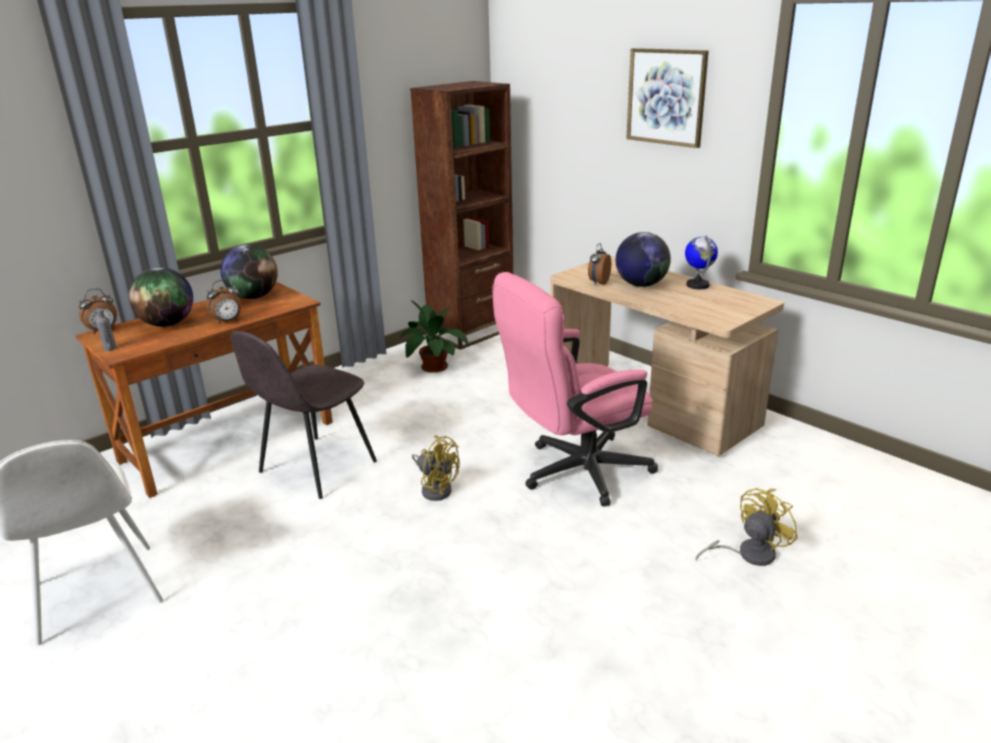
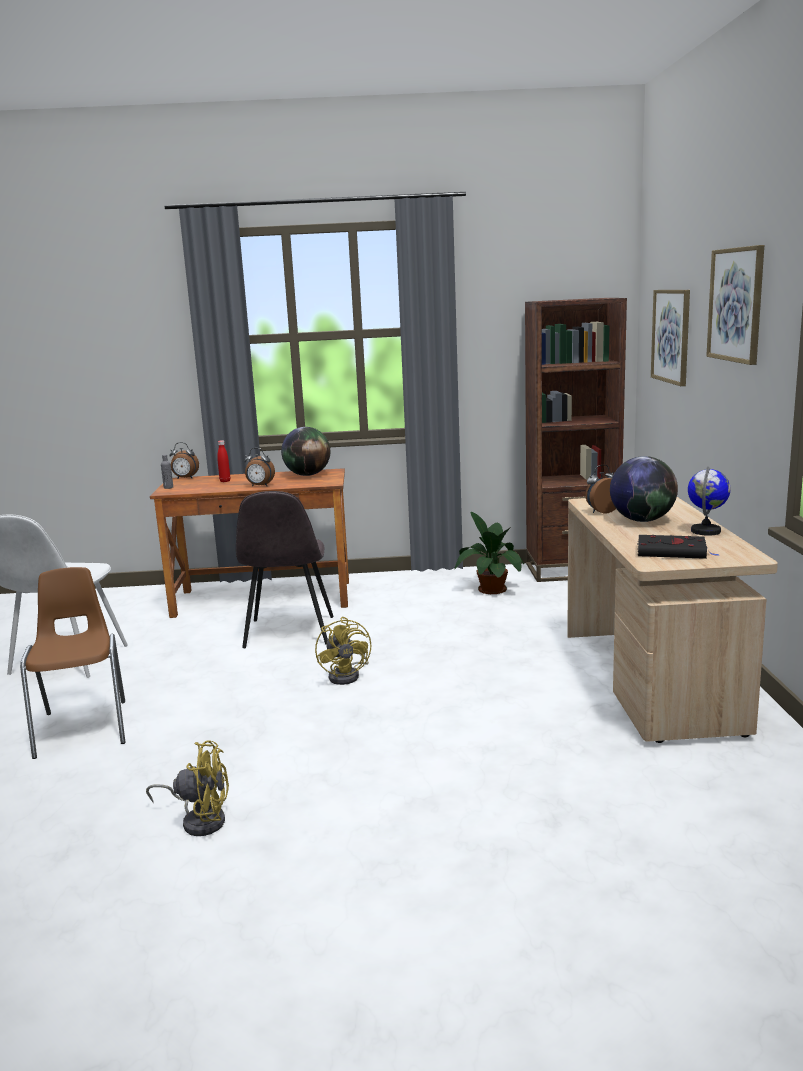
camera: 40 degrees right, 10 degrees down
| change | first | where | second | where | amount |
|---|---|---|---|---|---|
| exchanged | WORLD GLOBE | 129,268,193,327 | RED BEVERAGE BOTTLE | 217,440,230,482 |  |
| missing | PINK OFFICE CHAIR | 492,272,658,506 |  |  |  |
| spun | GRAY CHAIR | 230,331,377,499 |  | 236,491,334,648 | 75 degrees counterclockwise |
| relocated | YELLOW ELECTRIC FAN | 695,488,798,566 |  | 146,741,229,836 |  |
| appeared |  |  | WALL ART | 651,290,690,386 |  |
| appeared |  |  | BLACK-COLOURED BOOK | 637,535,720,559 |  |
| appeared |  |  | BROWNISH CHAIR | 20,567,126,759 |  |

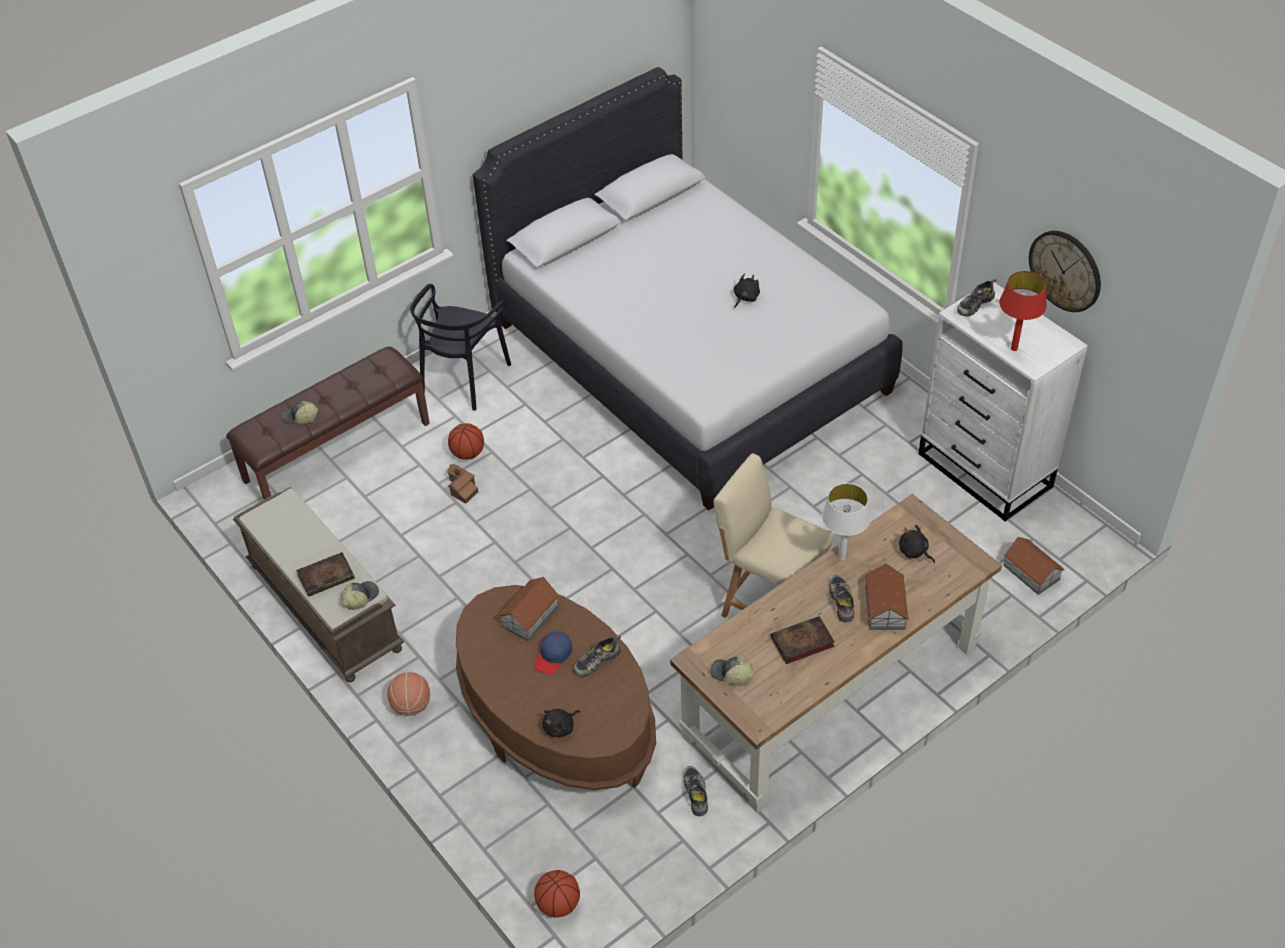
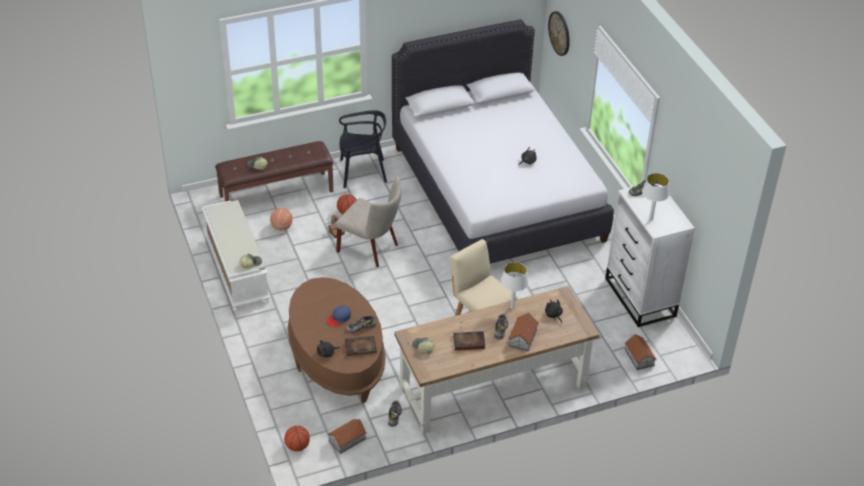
camera: 15 degrees right, 5 degrees down
| change | first | where | second | where | amount |
|---|---|---|---|---|---|
| relocated | WALL CLOCK | 1029,231,1101,312 |  | 548,11,570,56 |  |
| colour | RED TABLE LAMP | 999,271,1047,351 | WHITISH TABLE LAMP | 642,173,669,221 |  |
| spun | BLACK-COLOURED CHAIR | 410,284,511,411 |  | 339,110,387,188 | 135 degrees counterclockwise |
| colour | BROWNISH LONG SEAT | 233,487,404,682 | WHITISH LONG SEAT | 202,200,271,311 |  |
| relocated | BOOK | 296,552,355,597 |  | 345,336,377,356 |  |
| relocated | MODEL HOUSE | 497,577,560,641 |  | 327,419,367,454 |  |
| relocated | BASKETBALL | 388,672,430,716 |  | 270,208,293,230 |  |
| appeared |  |  | SAND-COLOURED CHAIR | 335,176,401,267 |  |

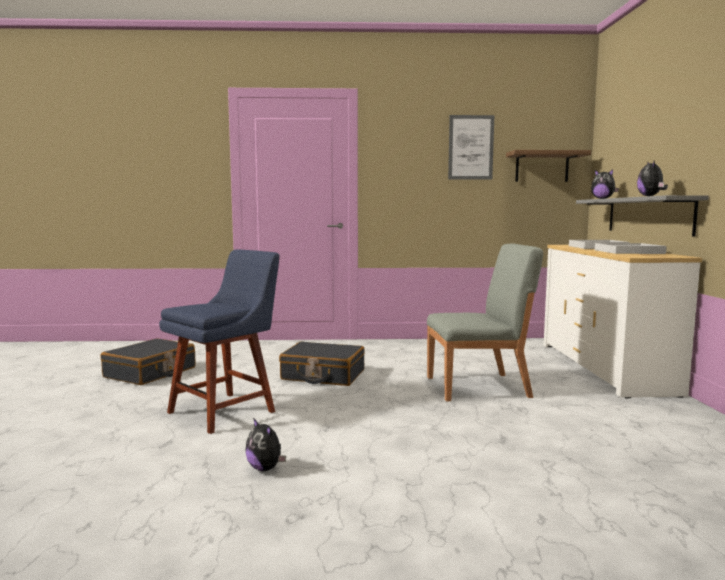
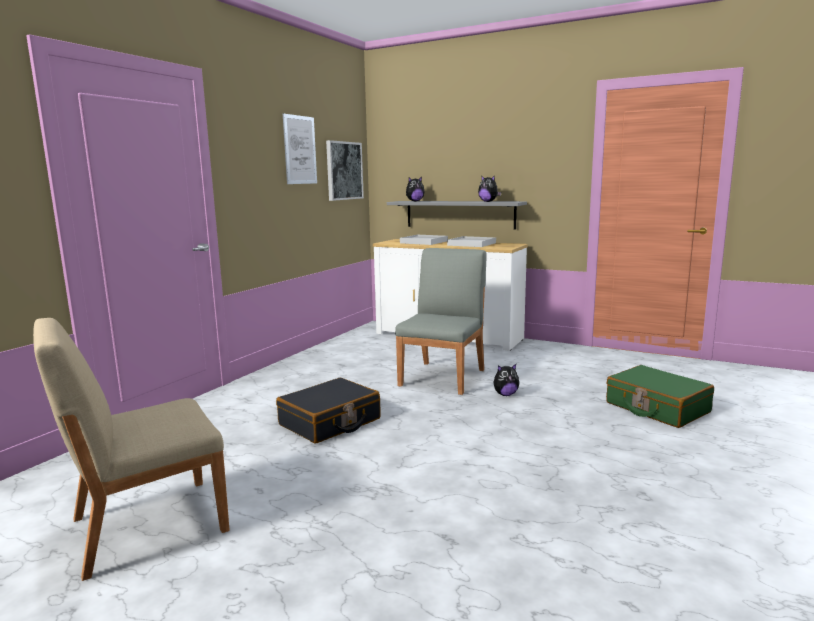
camera: 60 degrees left, 5 degrees up
| change | first | where | second | where | amount |
|---|---|---|---|---|---|
| exchanged | WALL SHELF | 506,150,591,182 | WALL ART | 326,140,364,201 |  |
| missing | BLUISH CHAIR | 159,249,280,434 |  |  |  |
| exchanged | BLACK-COLOURED TRAVEL CASE | 101,338,196,385 | SAND-COLOURED CHAIR | 33,318,229,581 |  |
| relocated | CUDDLY TOY | 246,418,286,471 |  | 493,364,519,396 |  |
| appeared |  |  | GREEN TRAVEL CASE | 606,365,714,428 |  |

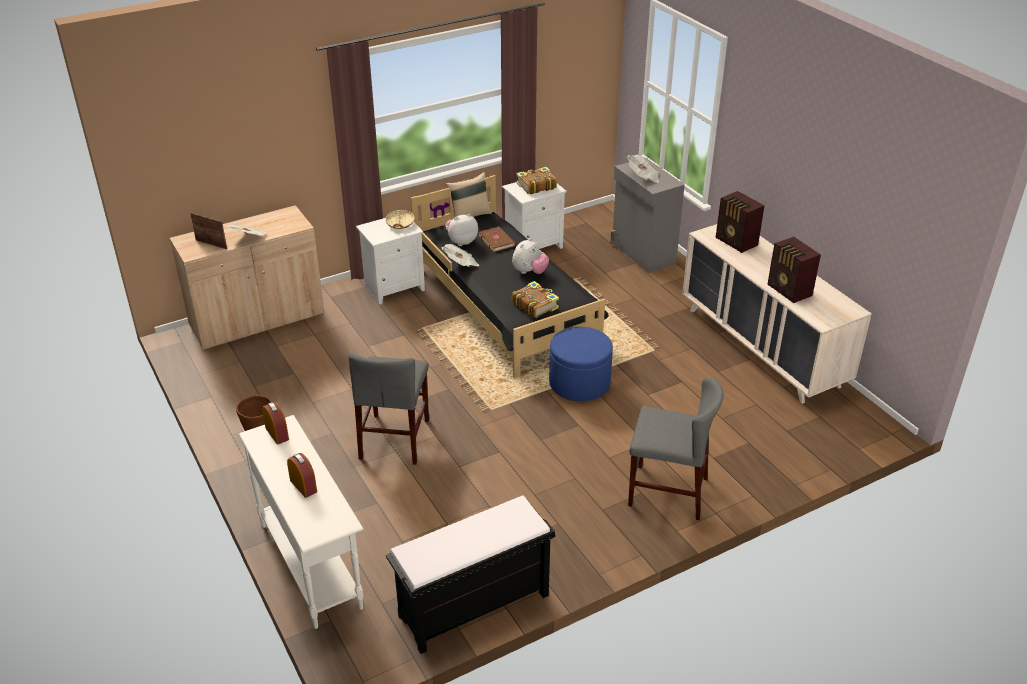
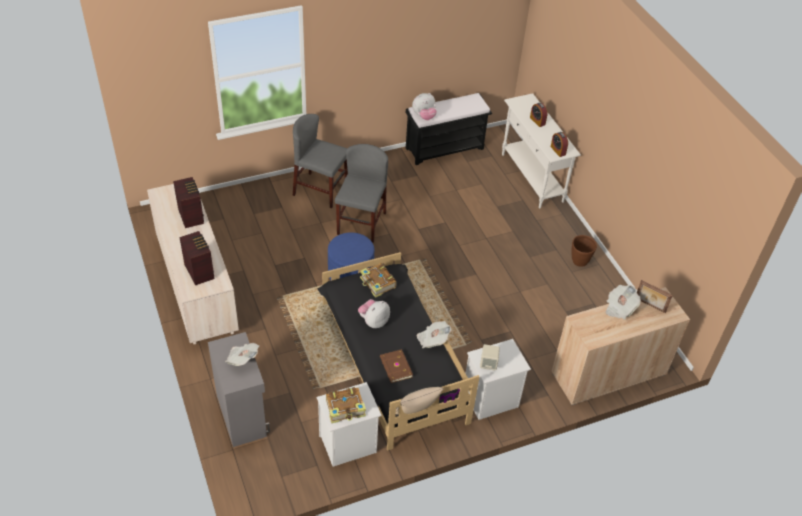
camera: 175 degrees left, 10 degrees up
| change | first | where | second | where | amount |
|---|---|---|---|---|---|
| exchanged | SAND-COLOURED DEEP DISH | 386,210,415,229 | SAND-COLOURED LOUDSPEAKER | 480,344,500,370 |  |
| relocated | CUDDLY TOY | 445,214,478,246 |  | 412,93,437,120 |  |
| relocated | GRAY CHAIR | 348,352,429,465 |  | 335,144,388,243 |  |

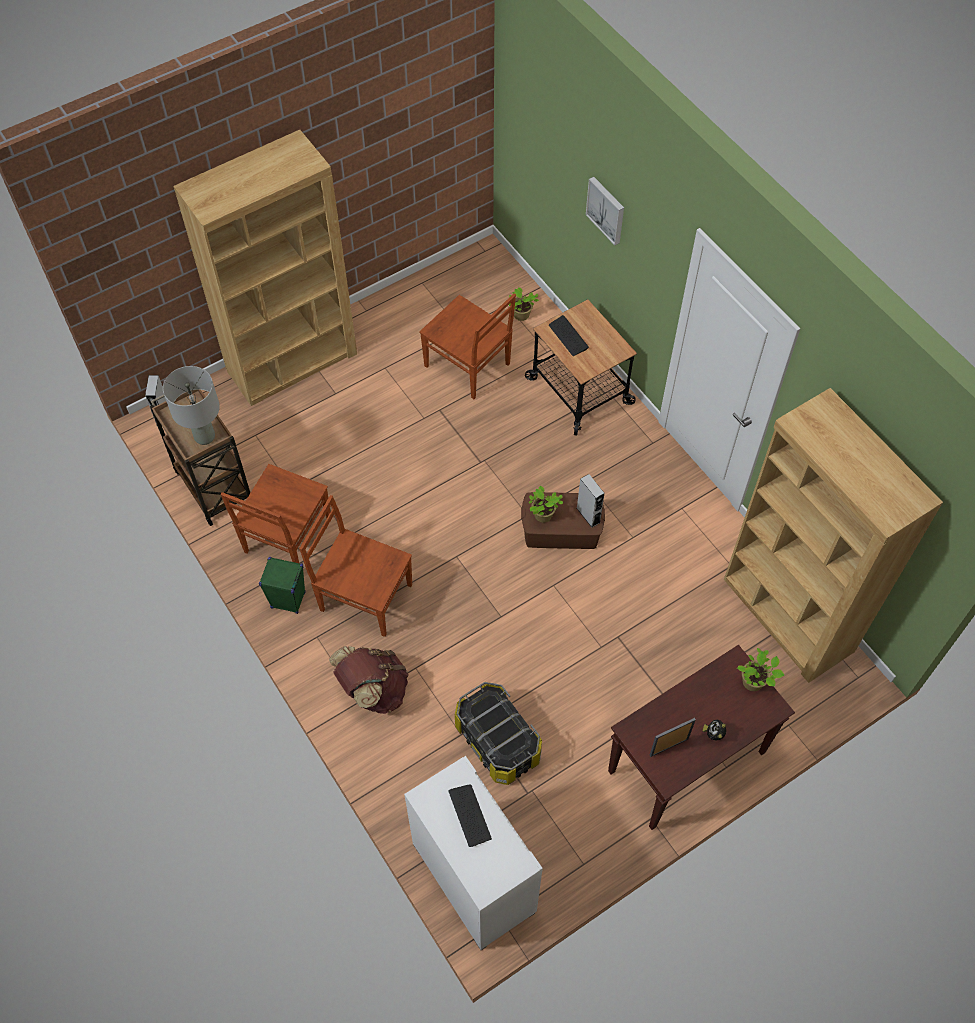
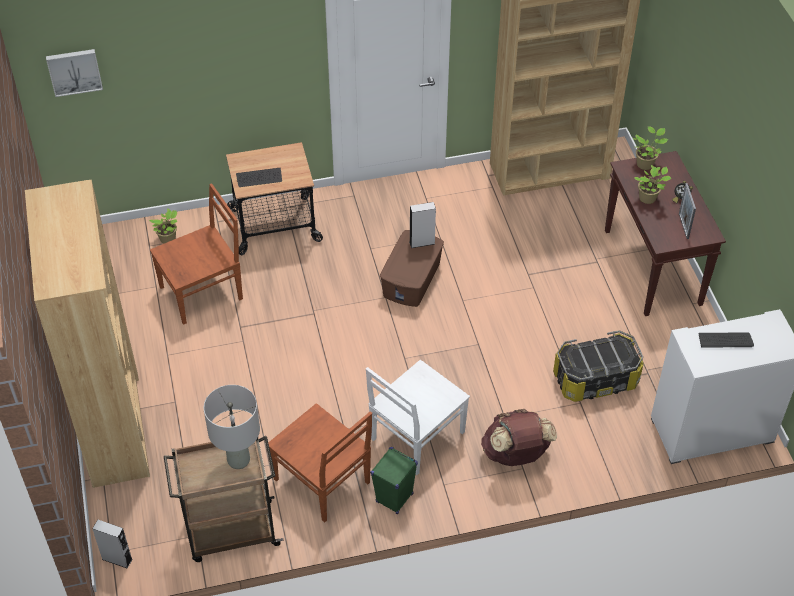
camera: 70 degrees left, 10 degrees down
| change | first | where | second | where | amount |
|---|---|---|---|---|---|
| relocated | WALL ART | 586,177,624,245 |  | 46,49,103,97 |  |
| relocated | PLANT IN A POT | 529,486,563,522 |  | 634,165,671,204 |  |
| colour | BROWNISH CHAIR | 299,495,412,637 | WHITISH CHAIR | 366,360,470,475 |  |

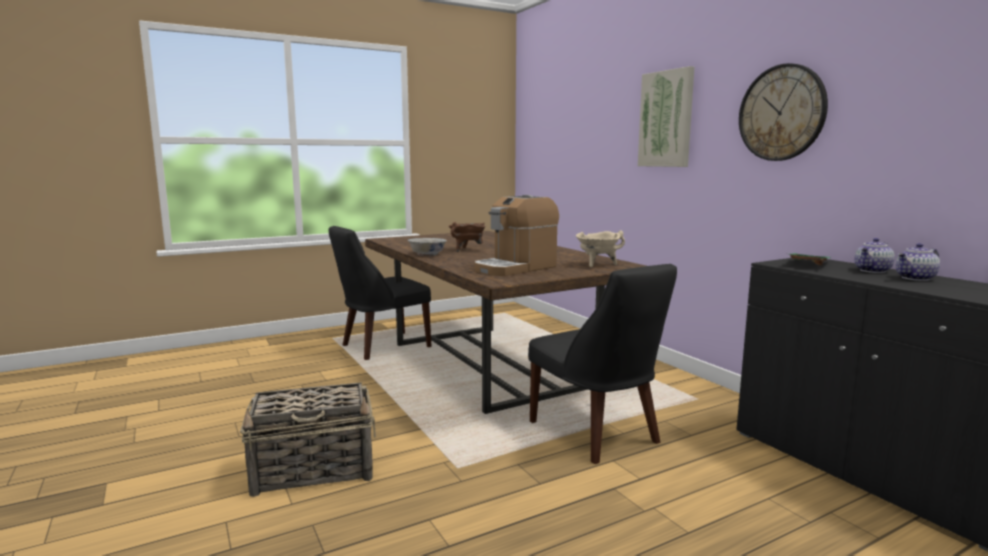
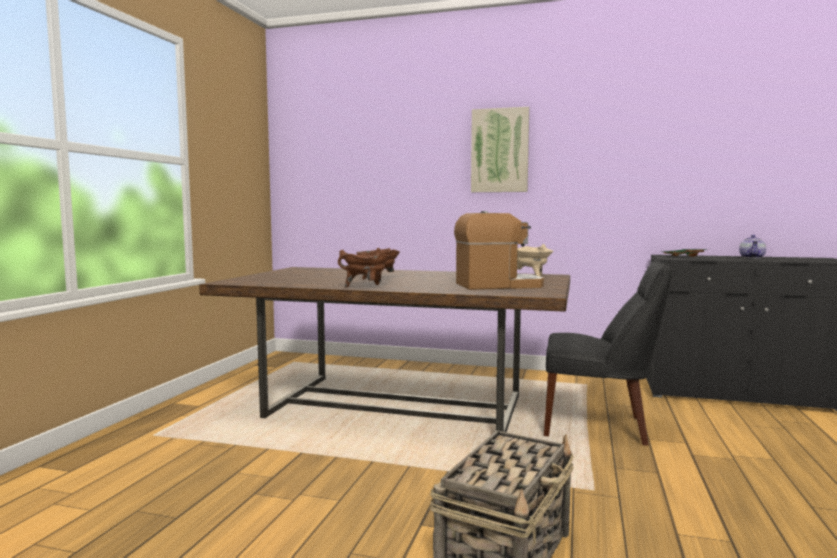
camera: 45 degrees left, 5 degrees down
| change | first | where | second | where | amount |
|---|---|---|---|---|---|
| missing | WALL CLOCK | 739,63,828,161 |  |  |  |
| spun | COFFEE MAKER | 475,195,559,276 |  | 454,211,544,290 | 105 degrees counterclockwise |
| missing | BLACK-COLOURED CHAIR | 329,226,432,360 |  |  |  |
| exchanged | WHITISH DEEP DISH | 408,238,447,256 | BROWNISH SAUCEPOT | 338,250,390,287 |  |
| missing | TEAPOT | 854,238,895,273 |  |  |  |

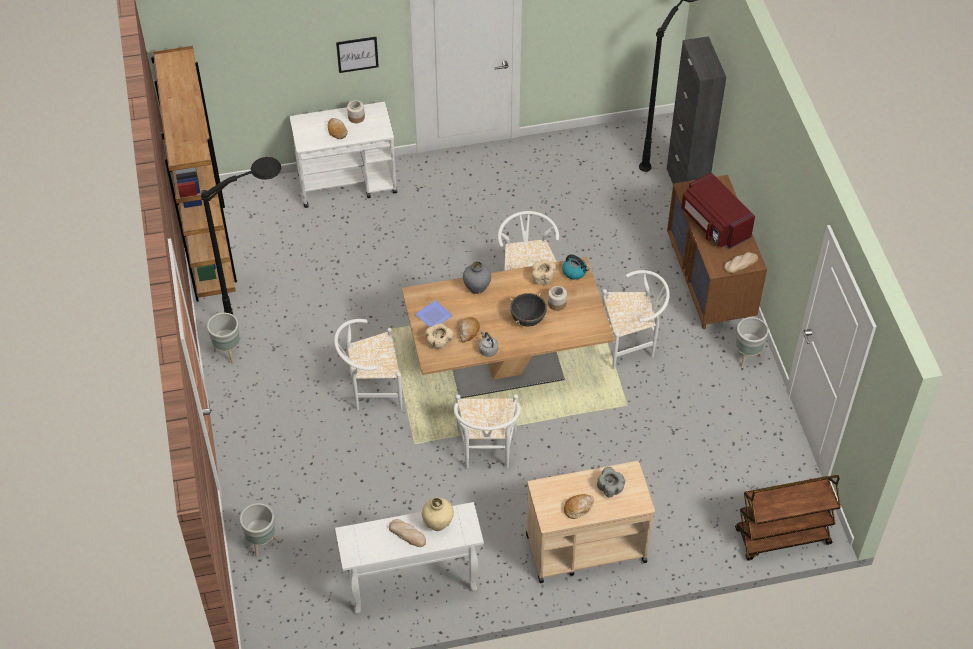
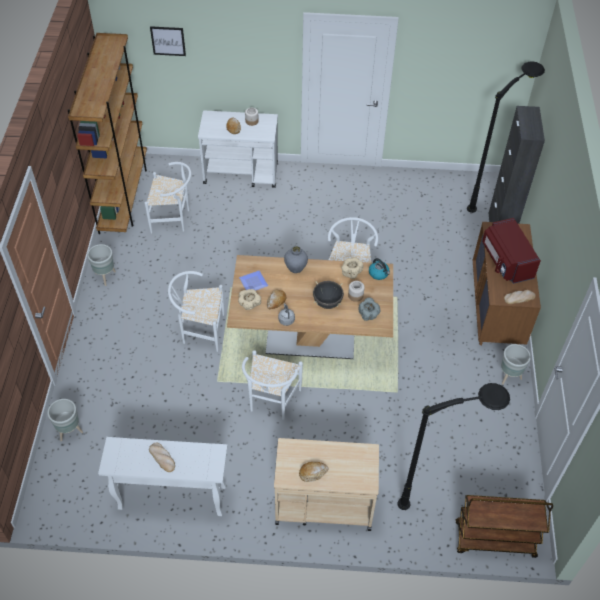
camera: 15 degrees right, 0 degrees up
| change | first | where | second | where | amount |
|---|---|---|---|---|---|
| relocated | WALL ART | 336,37,379,73 |  | 150,26,186,56 |  |
| relocated | BLACK-COLOURED STANDARD LAMP | 201,157,281,315 |  | 397,383,510,510 |  |
| relocated | WHITISH CHAIR | 602,270,670,370 |  | 145,162,191,233 |  |
| relocated | GRAY DEEP DISH | 597,467,625,497 |  | 358,298,380,321 |  |
| missing | SAND-COLOURED FLOWER VASE | 422,497,454,531 |  |  |  |

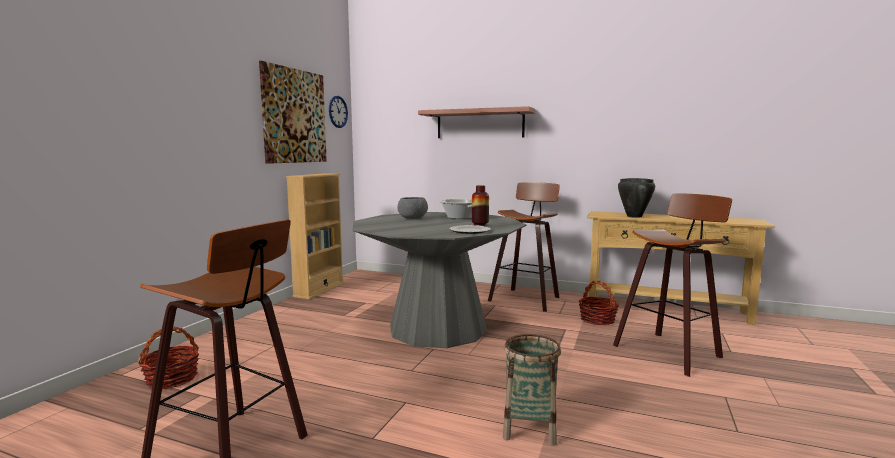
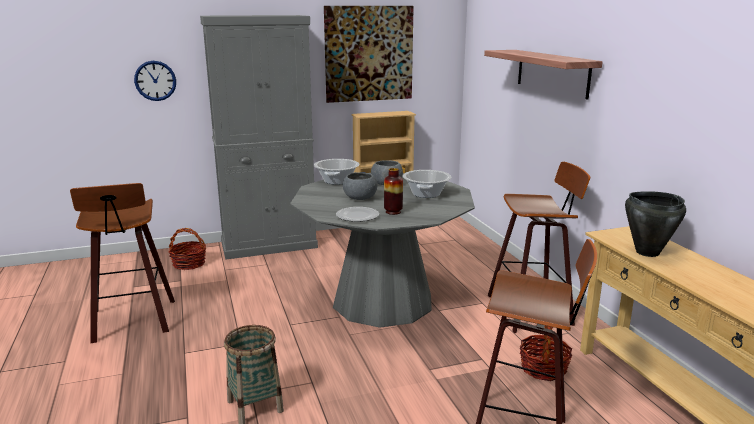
camera: 50 degrees right, 10 degrees up
| change | first | where | second | where | amount |
|---|---|---|---|---|---|
| relocated | WALL CLOCK | 329,96,348,128 |  | 134,61,176,101 |  |
| appeared |  |  | GRAY CABINET | 200,15,318,260 |  |
| appeared |  |  | SAUCEPOT | 314,159,359,185 |  |
| appeared |  |  | GRAY DEEP DISH | 343,172,377,200 |  |

